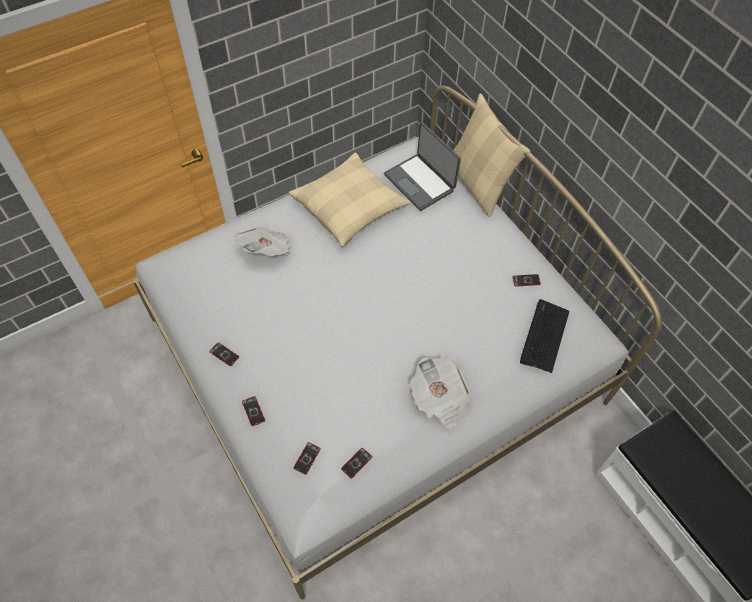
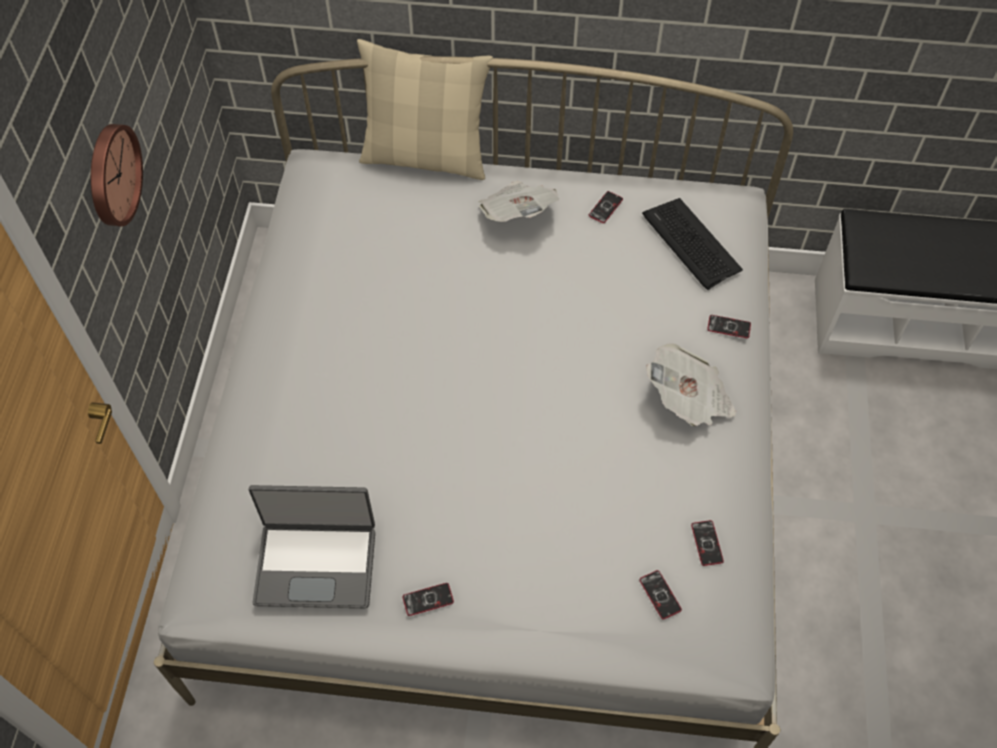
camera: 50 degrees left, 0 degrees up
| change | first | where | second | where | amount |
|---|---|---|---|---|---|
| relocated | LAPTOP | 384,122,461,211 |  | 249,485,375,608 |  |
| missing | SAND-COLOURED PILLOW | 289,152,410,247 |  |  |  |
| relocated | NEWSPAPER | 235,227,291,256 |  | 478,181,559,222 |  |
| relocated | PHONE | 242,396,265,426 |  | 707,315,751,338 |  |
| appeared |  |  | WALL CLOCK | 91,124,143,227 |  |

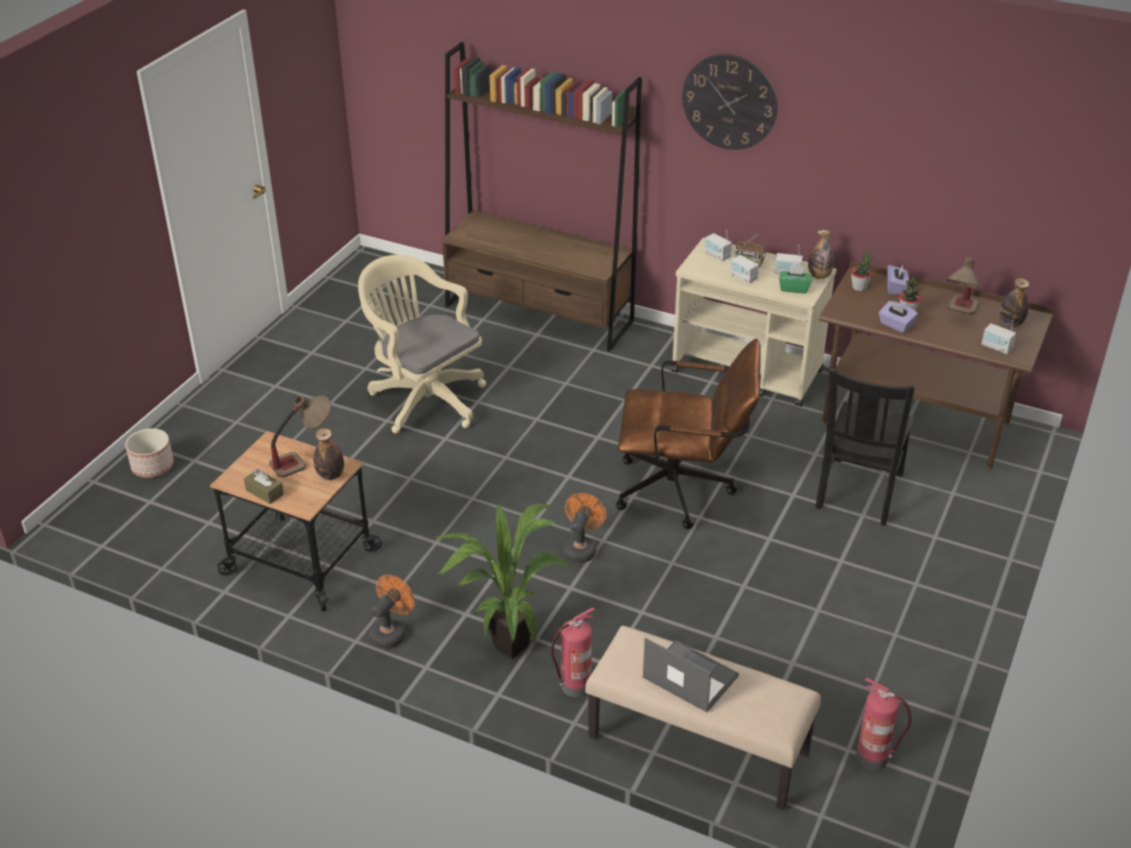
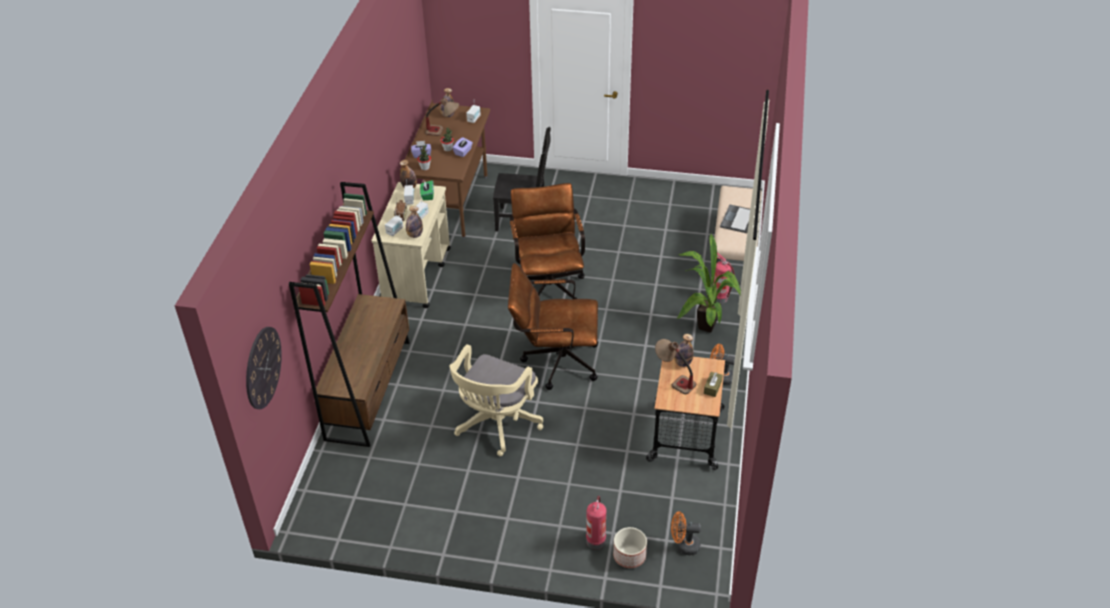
camera: 105 degrees left, 5 degrees up
| change | first | where | second | where | amount |
|---|---|---|---|---|---|
| relocated | WALL CLOCK | 682,54,777,150 |  | 246,327,282,409 |  |
| relocated | ORANGE ELECTRIC FAN | 564,493,606,563 |  | 671,511,701,555 |  |
| relocated | FIRE-FIGHTING CYLINDER | 856,678,911,770 |  | 586,496,606,550 |  |
| appeared |  |  | BEVERAGE BOTTLE | 406,206,423,238 |  |
| appeared |  |  | BROWNISH OFFICE CHAIR | 508,263,598,390 |  |

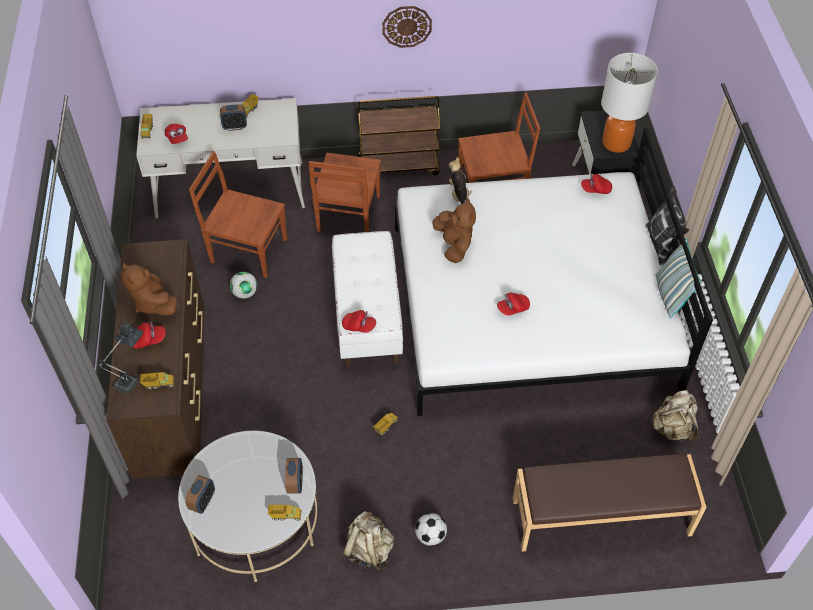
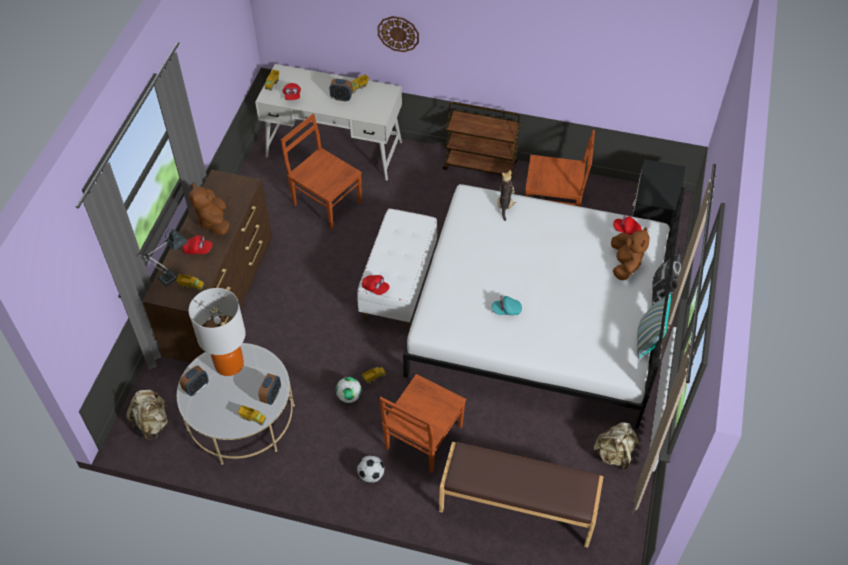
camera: 20 degrees right, 0 degrees up
| change | first | where | second | where | amount |
|---|---|---|---|---|---|
| relocated | WALL CLOCK | 382,6,432,48 |  | 377,16,419,52 |  |
| relocated | TABLE LAMP | 601,53,658,153 |  | 189,288,246,376 |  |
| relocated | BROWNISH CHAIR | 309,153,381,232 |  | 379,374,466,474 |  |
| relocated | BROWNISH CUDDLY TOY | 433,198,476,263 |  | 611,227,650,280 |  |
| relocated | BALL FOR FOOTBALL | 230,272,257,299 |  | 336,377,362,403 |  |
| colour | RED BASEBALL CAP | 497,293,530,316 | TURQUOISE-COLOURED BASEBALL CAP | 492,296,522,315 |  |
| relocated | SAND-COLOURED KNAPSACK | 343,511,394,571 |  | 126,390,168,440 |  |

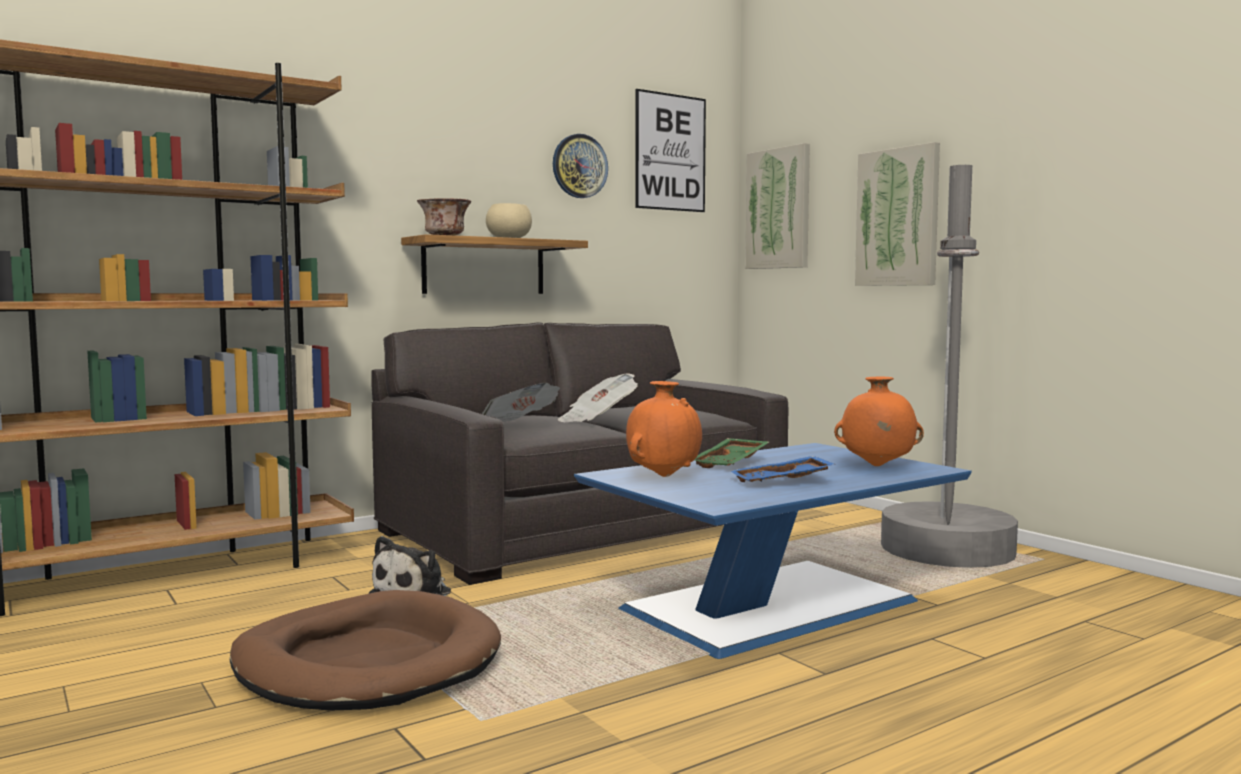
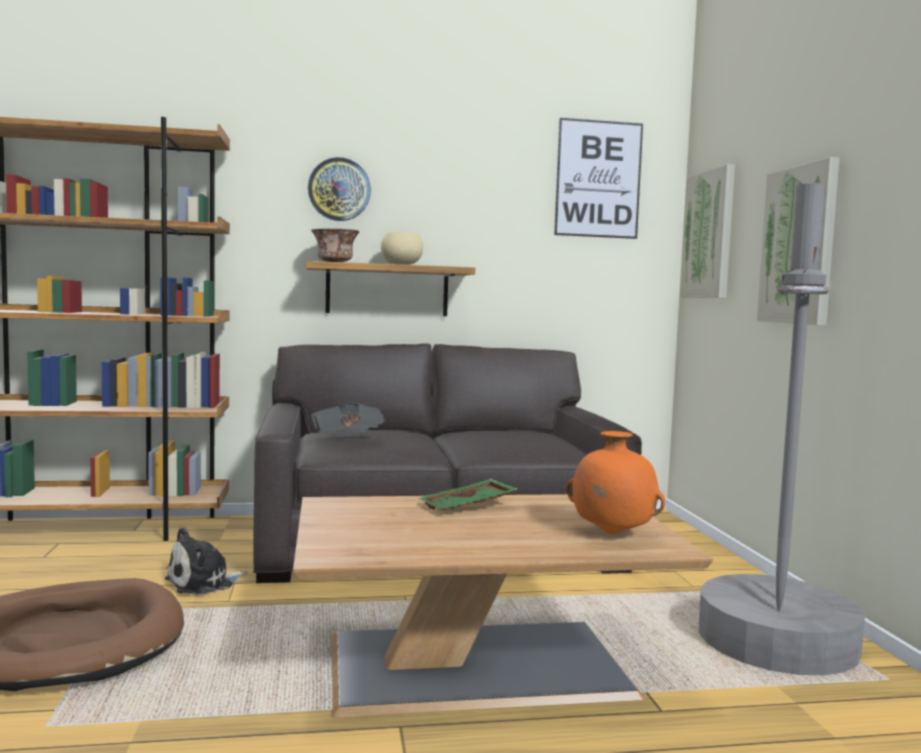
camera: 25 degrees right, 0 degrees up
| change | first | where | second | where | amount |
|---|---|---|---|---|---|
| relocated | WALL CLOCK | 553,134,608,198 |  | 308,157,371,221 |  |
| missing | NEWSPAPER | 558,373,638,422 |  |  |  |
| missing | ORANGE FLOWER VASE | 626,381,702,477 |  |  |  |
| colour | BLUISH LOW TABLE | 574,443,972,659 | BROWNISH LOW TABLE | 293,494,713,718 |  |
| missing | BLUISH SERVING TRAY | 730,456,835,482 |  |  |  |

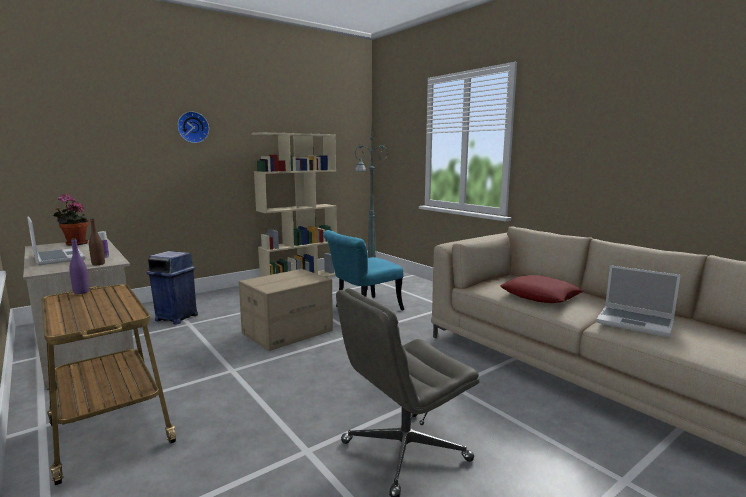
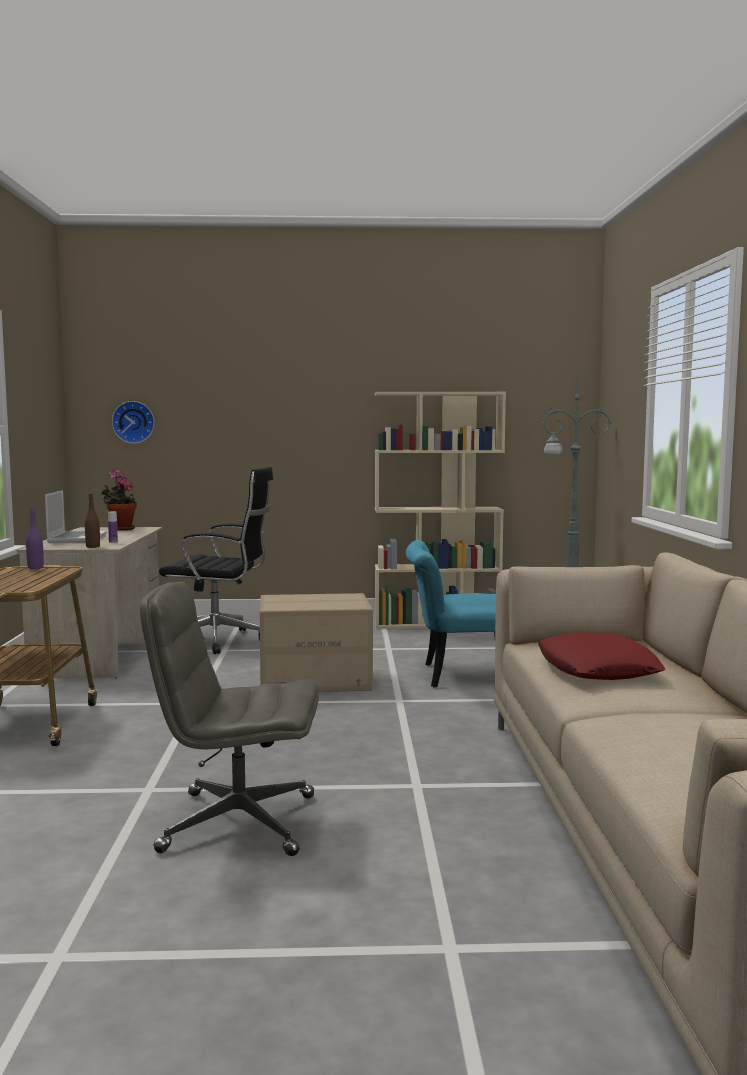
camera: 35 degrees right, 5 degrees down
| change | first | where | second | where | amount |
|---|---|---|---|---|---|
| relocated | WALL CLOCK | 177,111,209,143 |  | 112,401,154,444 |  |
| exchanged | BLUISH RUBBISH BIN | 146,251,198,325 | BLACK-COLOURED OFFICE CHAIR | 159,467,273,654 |  |
| missing | LAPTOP | 596,265,681,337 |  |  |  |

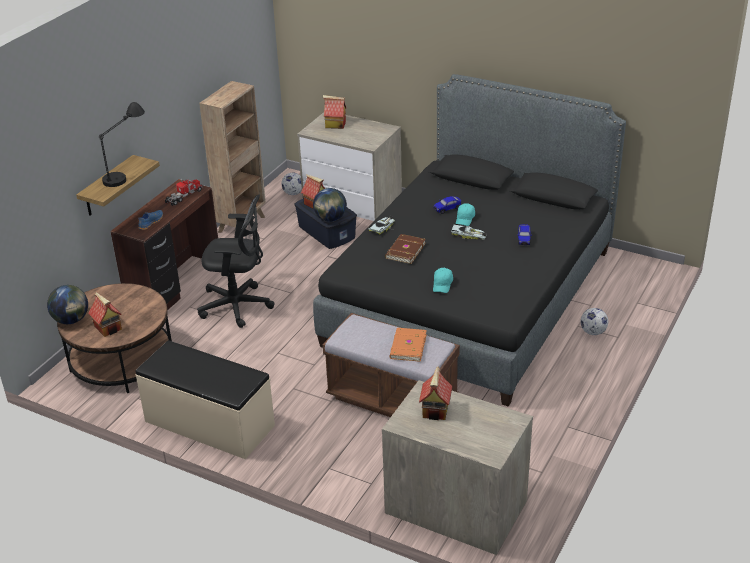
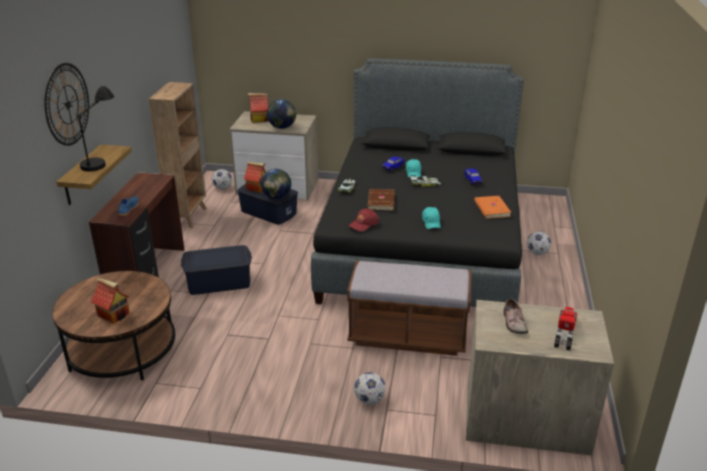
camera: 20 degrees left, 5 degrees down
| change | first | where | second | where | amount |
|---|---|---|---|---|---|
| relocated | MODEL TRUCK | 165,178,203,206 |  | 554,307,577,350 |  |
| exchanged | BLACK-COLOURED OFFICE CHAIR | 197,194,275,328 | BLUISH STORAGE BIN | 181,245,252,295 |  |
| relocated | WORLD GLOBE | 47,285,88,324 |  | 267,99,296,129 |  |
| relocated | ORANGE BOOK | 389,328,427,362 |  | 474,196,512,219 |  |
| missing | SAND-COLOURED LONG SEAT | 136,340,275,459 |  |  |  |
| exchanged | MODEL HOUSE | 419,366,453,420 | SHOE | 504,299,528,334 |  |
| appeared |  |  | WALL CLOCK | 44,63,89,146 |  |
| appeared |  |  | RED BASEBALL CAP | 349,209,379,231 |  |
| appeared |  |  | BALL FOR FOOTBALL | 354,372,386,405 |  |

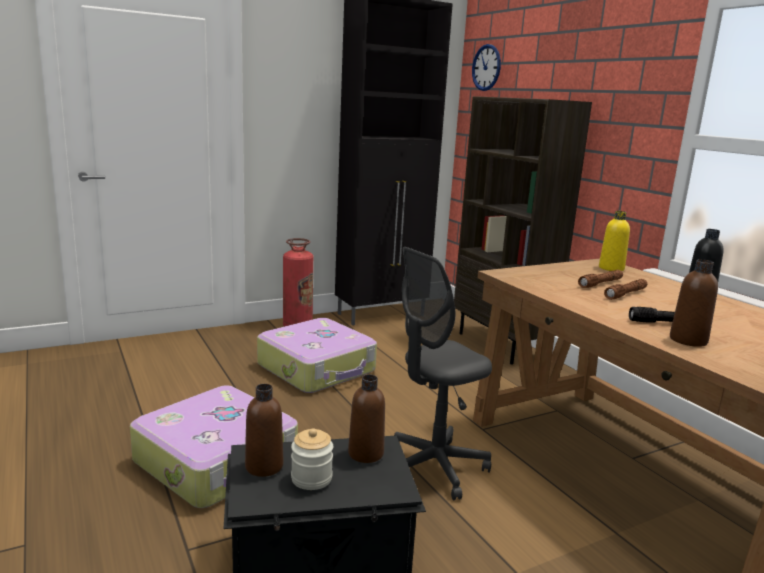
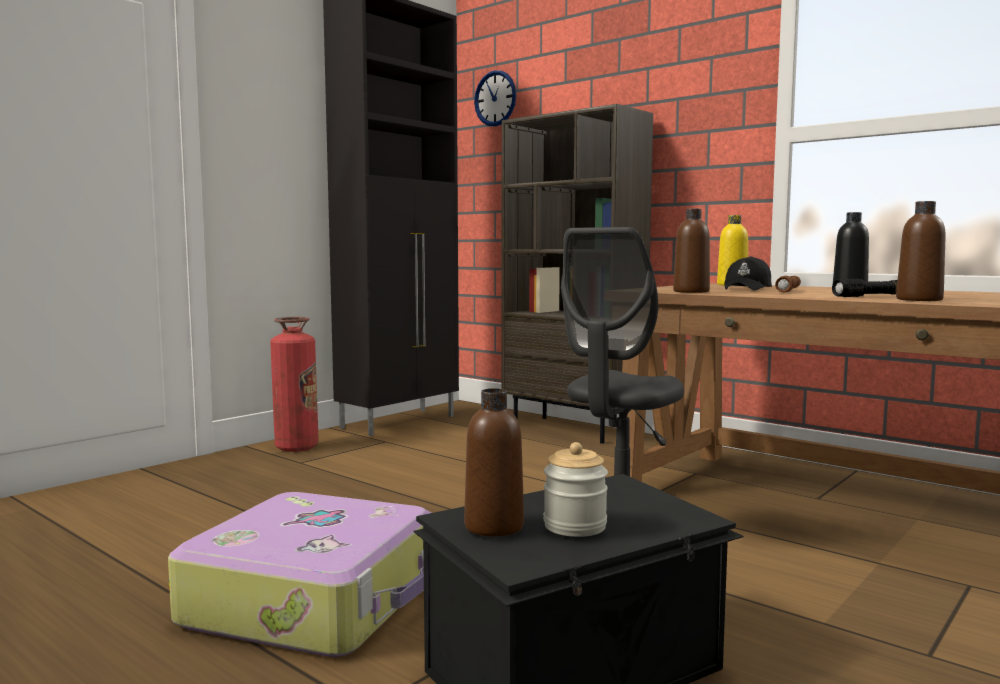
camera: 20 degrees left, 10 degrees down
| change | first | where | second | where | amount |
|---|---|---|---|---|---|
| exchanged | BROWNISH FLASHLIGHT | 578,270,623,288 | BLACK-COLOURED BASEBALL CAP | 724,256,772,291 |  |
| missing | TRAVEL CASE | 257,318,377,393 |  |  |  |
| relocated | BROWNISH BEVERAGE BOTTLE | 348,375,385,463 |  | 673,209,710,293 |  |

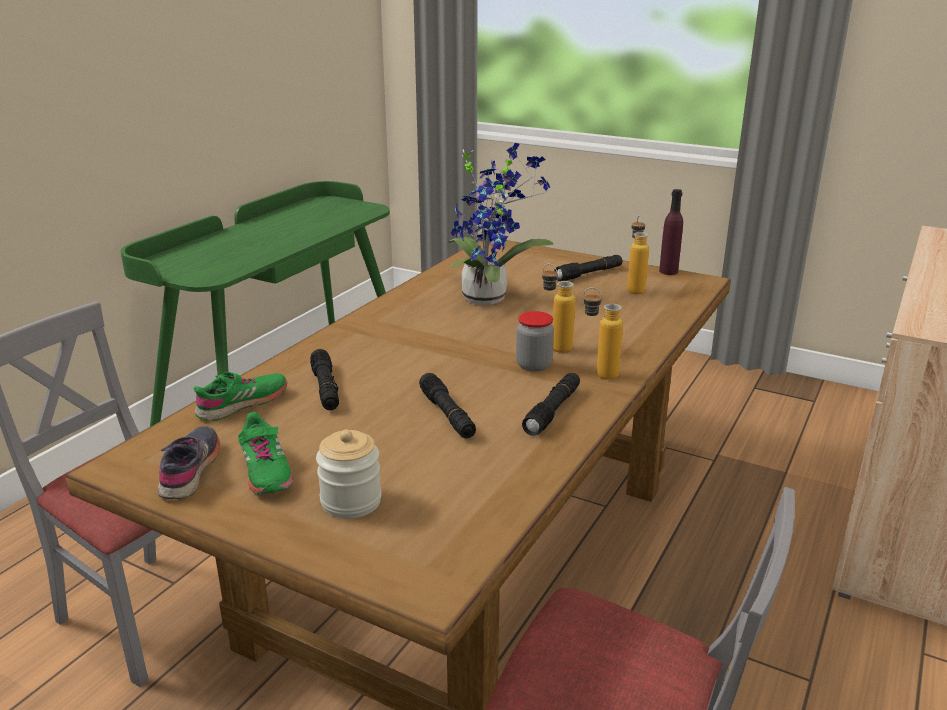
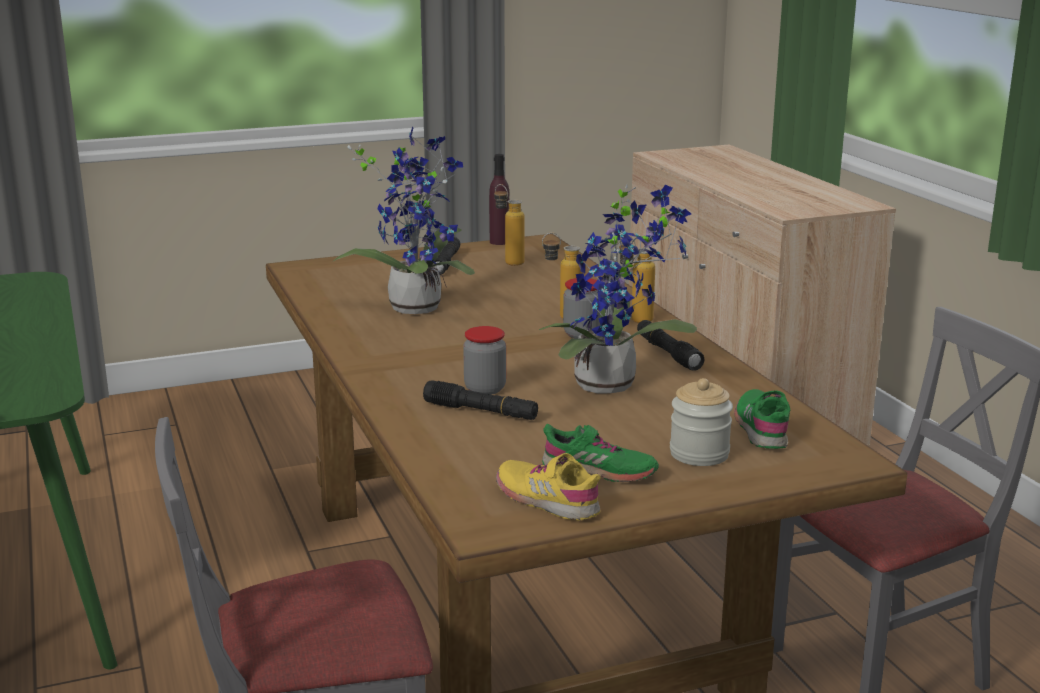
camera: 50 degrees left, 5 degrees down
| change | first | where | second | where | amount |
|---|---|---|---|---|---|
| relocated | GREEN SHOE | 194,372,287,421 |  | 734,389,790,449 |  |
| exchanged | BLACK-COLOURED FLASHLIGHT | 419,373,476,438 | PLANT IN A POT | 539,184,697,394 |  |
| colour | GRAY SHOE | 158,426,220,499 | YELLOW SHOE | 496,453,601,521 |  |
| appeared |  |  | STORAGE JAR | 463,326,506,395 |  |

